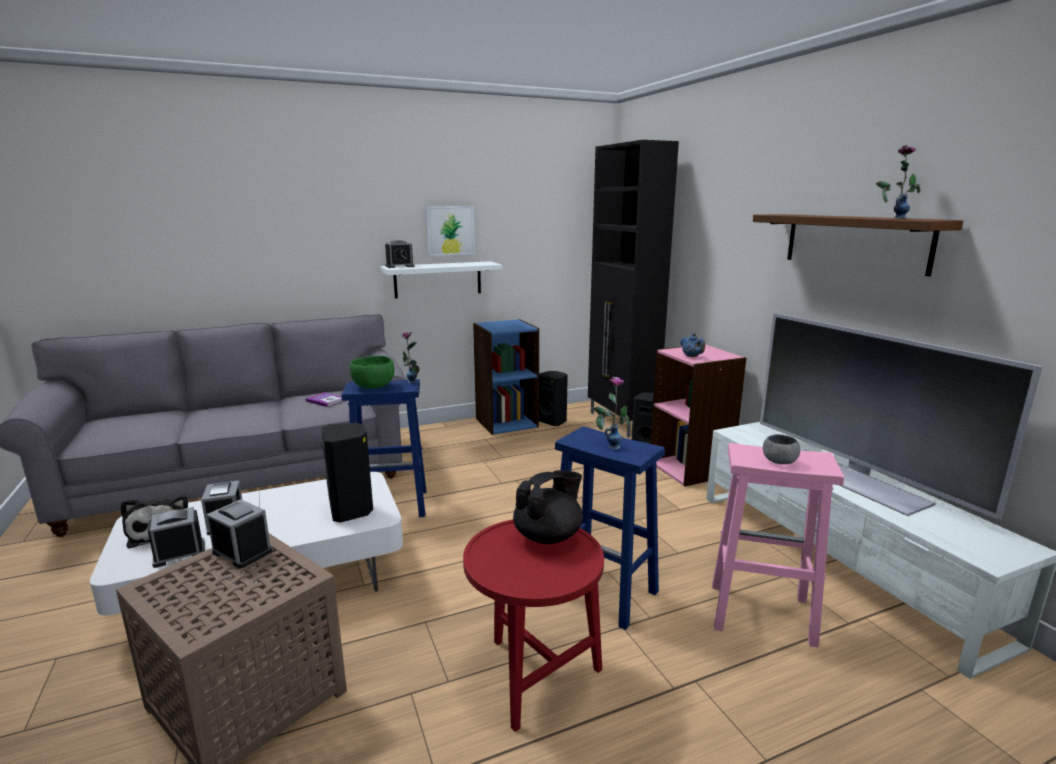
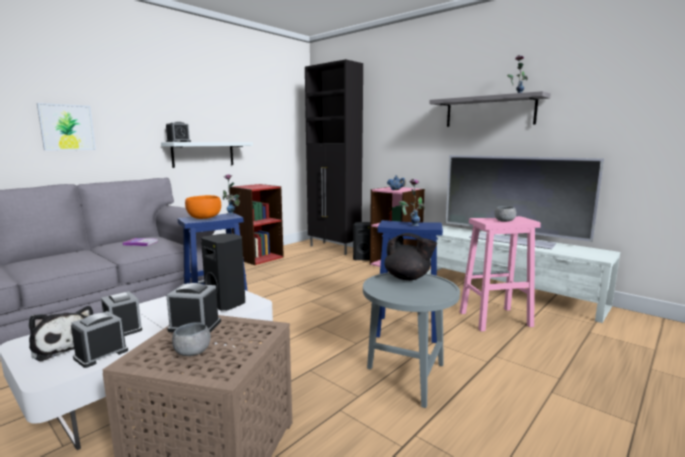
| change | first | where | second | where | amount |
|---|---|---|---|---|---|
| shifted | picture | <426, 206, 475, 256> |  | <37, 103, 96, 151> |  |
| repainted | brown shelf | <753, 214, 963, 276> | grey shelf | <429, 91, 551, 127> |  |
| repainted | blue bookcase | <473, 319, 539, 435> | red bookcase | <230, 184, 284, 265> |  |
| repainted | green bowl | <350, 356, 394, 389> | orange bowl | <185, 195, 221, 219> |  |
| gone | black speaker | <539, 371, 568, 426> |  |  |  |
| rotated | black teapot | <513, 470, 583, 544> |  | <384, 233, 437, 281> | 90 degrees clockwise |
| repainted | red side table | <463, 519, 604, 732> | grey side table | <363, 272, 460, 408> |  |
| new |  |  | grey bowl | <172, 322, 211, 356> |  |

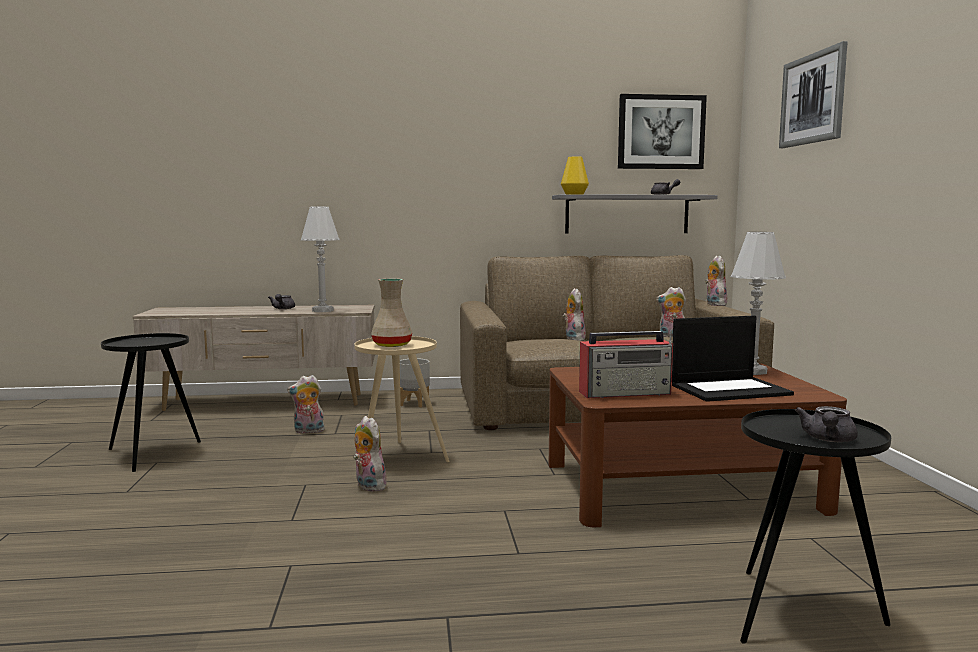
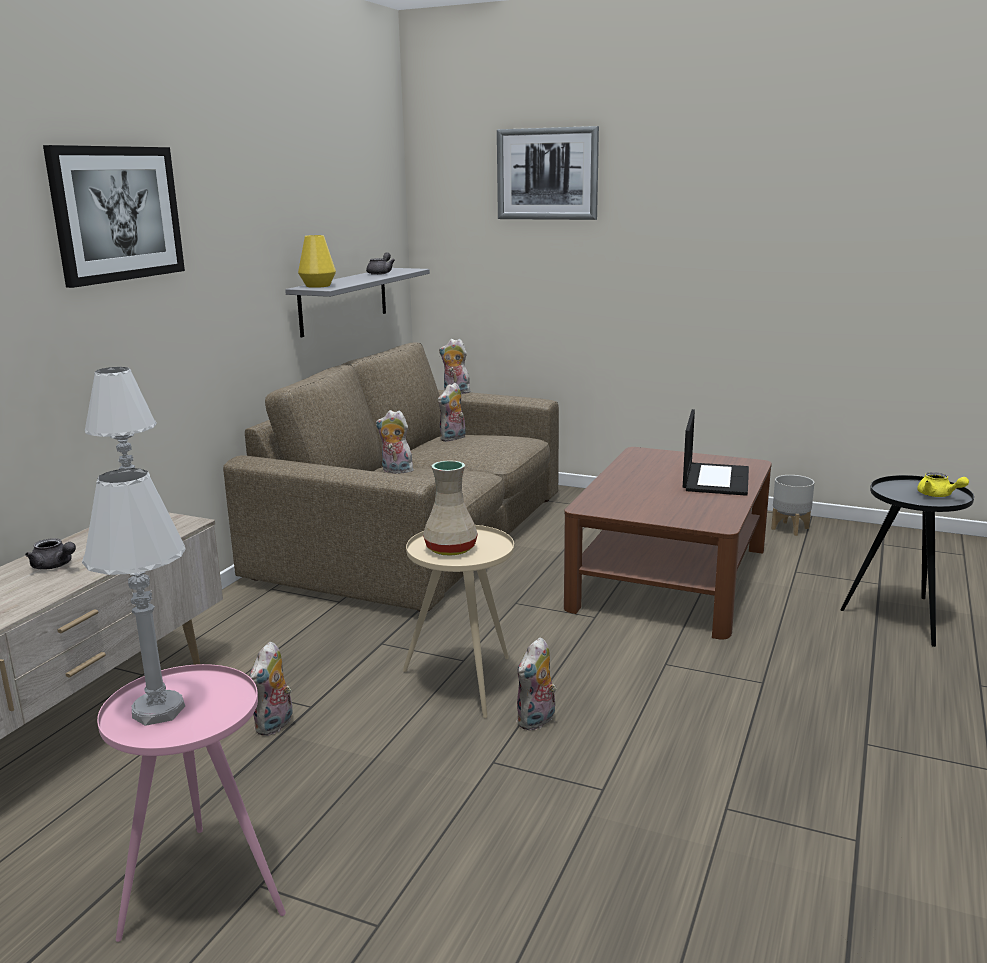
| change | first | where | second | where | amount |
|---|---|---|---|---|---|
| shifted | picture | <618, 94, 707, 169> |  | <43, 145, 185, 288> |  |
| shifted | white table lamp | <731, 232, 786, 375> |  | <82, 468, 186, 726> |  |
| gone | radio | <579, 330, 673, 398> |  |  |  |
| repainted | black side table | <101, 333, 201, 472> | pink side table | <97, 664, 286, 942> |  |
| shifted | grey planter | <400, 358, 430, 408> |  | <771, 475, 814, 536> |  |
| repainted | grey teapot | <795, 406, 858, 442> | yellow teapot | <917, 472, 969, 497> |  |
| rotated | plush toy | <353, 416, 387, 492> |  | <516, 637, 557, 731> | 45 degrees counterclockwise |

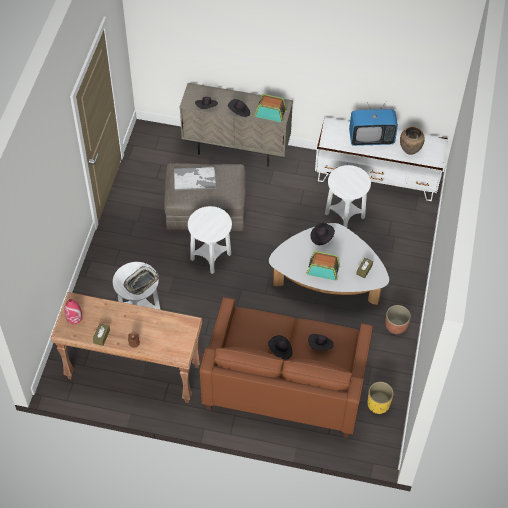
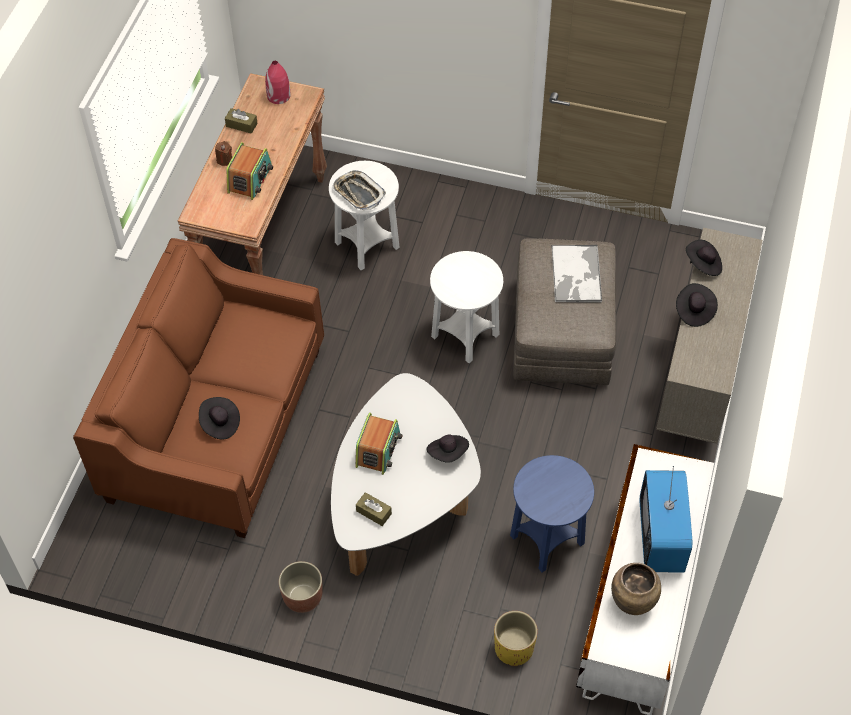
| change | first | where | second | where | amount |
|---|---|---|---|---|---|
| shifted | radio | <255, 94, 287, 122> |  | <226, 142, 273, 200> |  |
| repainted | white side table | <325, 165, 371, 228> | blue side table | <510, 455, 594, 573> |  |
| gone | black hat | <268, 335, 292, 359> |  |  |  |
| shifted | yellow planter | <367, 382, 394, 414> |  | <494, 611, 538, 666> |  |

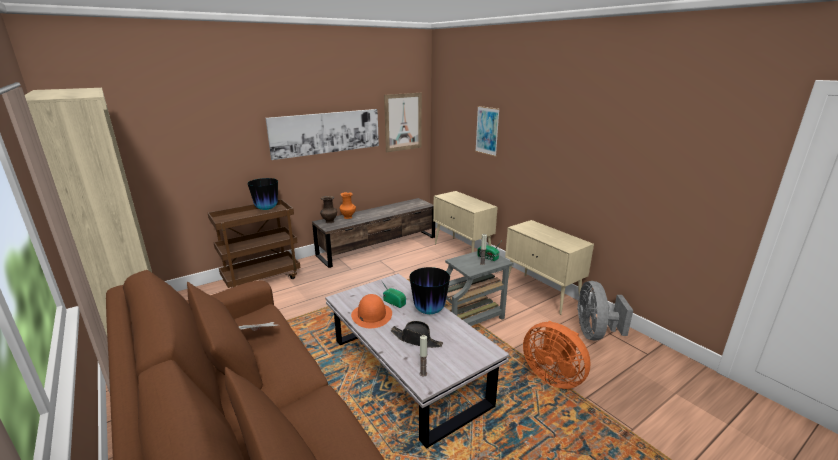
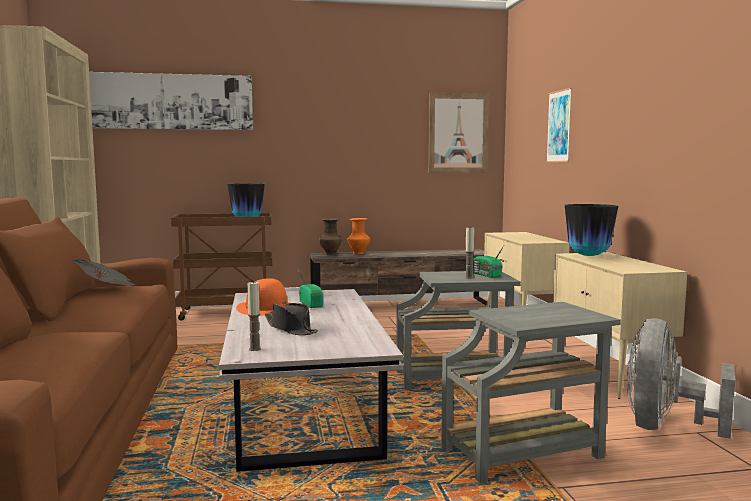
| change | first | where | second | where | amount |
|---|---|---|---|---|---|
| shifted | picture | <266, 109, 379, 160> |  | <89, 72, 253, 130> |  |
| shifted | vase | <410, 267, 450, 314> |  | <565, 204, 618, 256> |  |
| swapped | orange fan | <523, 321, 591, 389> | grey side table | <441, 302, 621, 483> |  |

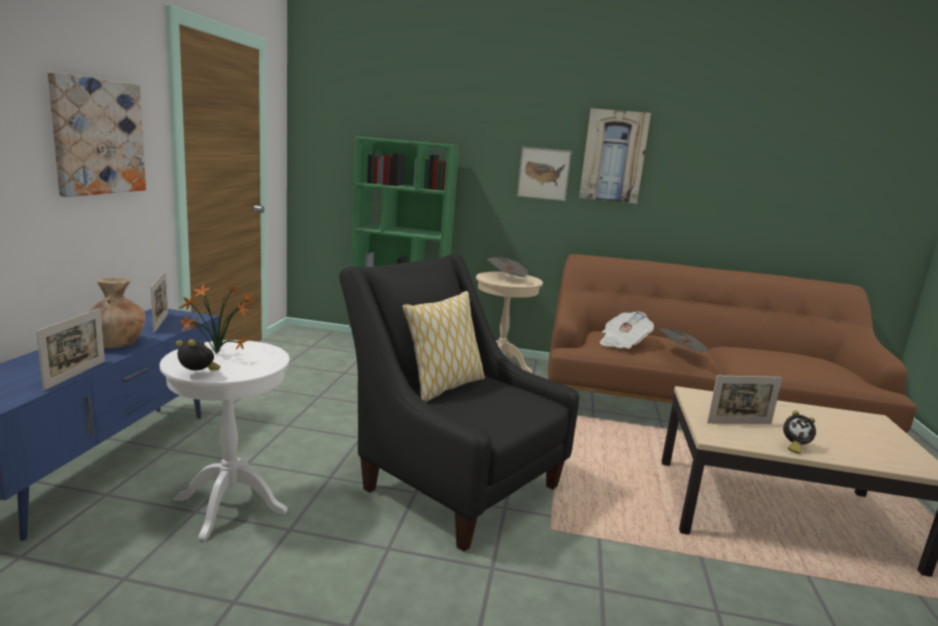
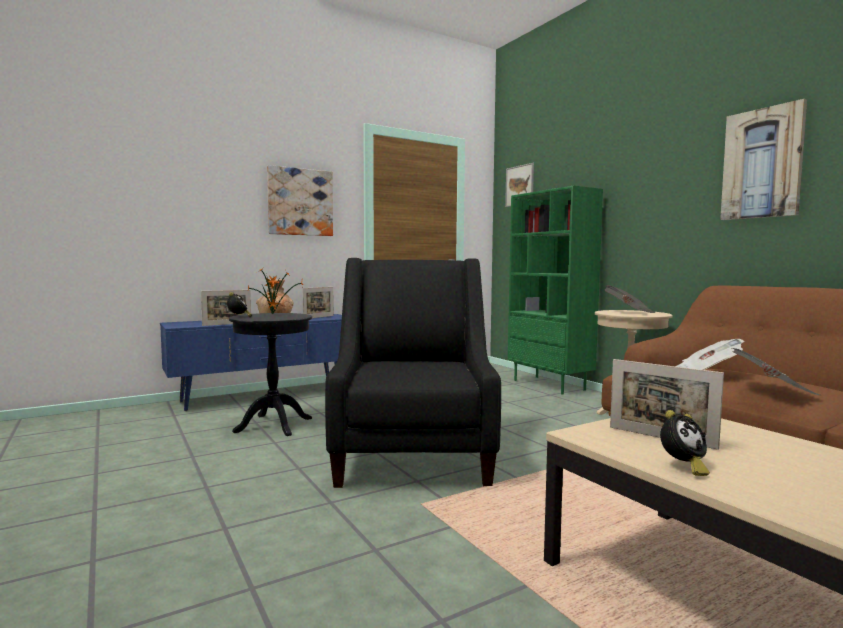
| change | first | where | second | where | amount |
|---|---|---|---|---|---|
| shifted | picture | <517, 147, 572, 201> |  | <505, 163, 534, 207> |  |
| gone | pillow | <402, 291, 485, 402> |  |  |  |
| repainted | white side table | <160, 340, 290, 541> | black side table | <229, 313, 312, 436> |  |
| rotated | alarm clock | <783, 411, 816, 454> |  | <660, 410, 710, 476> | 90 degrees counterclockwise |

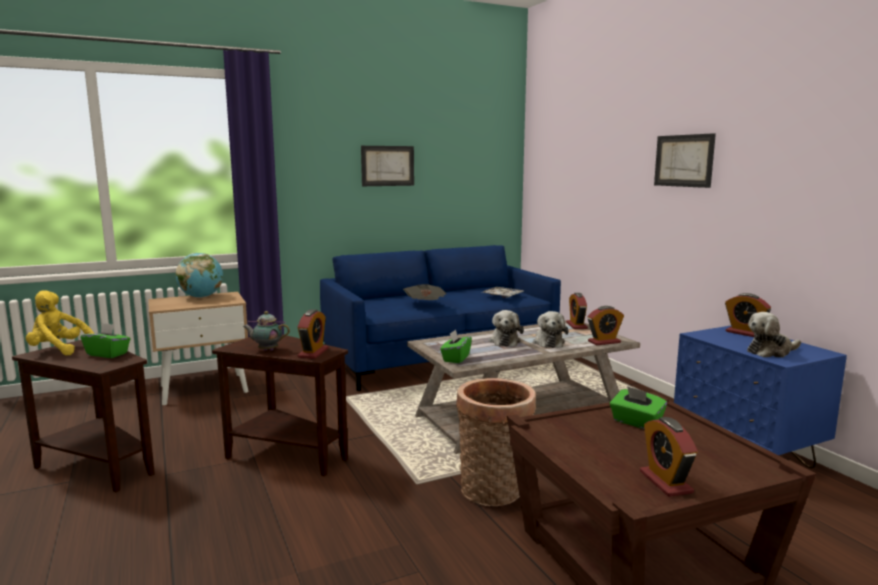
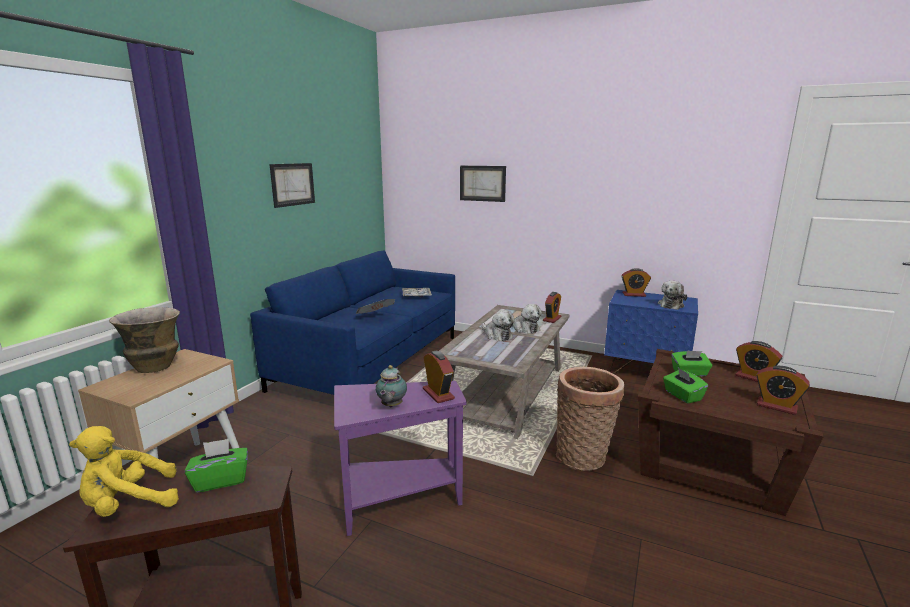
| change | first | where | second | where | amount |
|---|---|---|---|---|---|
| shifted | picture | <654, 133, 716, 188> |  | <460, 166, 506, 202> |  |
| swapped | globe | <176, 253, 223, 298> | vase | <109, 307, 180, 373> |  |
| shifted | alarm clock | <566, 293, 588, 329> |  | <736, 341, 782, 382> |  |
| rotated | teapot | <243, 311, 290, 351> |  | <376, 365, 407, 407> | 45 degrees counterclockwise |
| shifted | green tissue box | <440, 330, 472, 363> |  | <663, 368, 708, 403> |  |
| repainted | brown side table | <212, 334, 348, 476> | purple side table | <334, 381, 467, 536> |  |

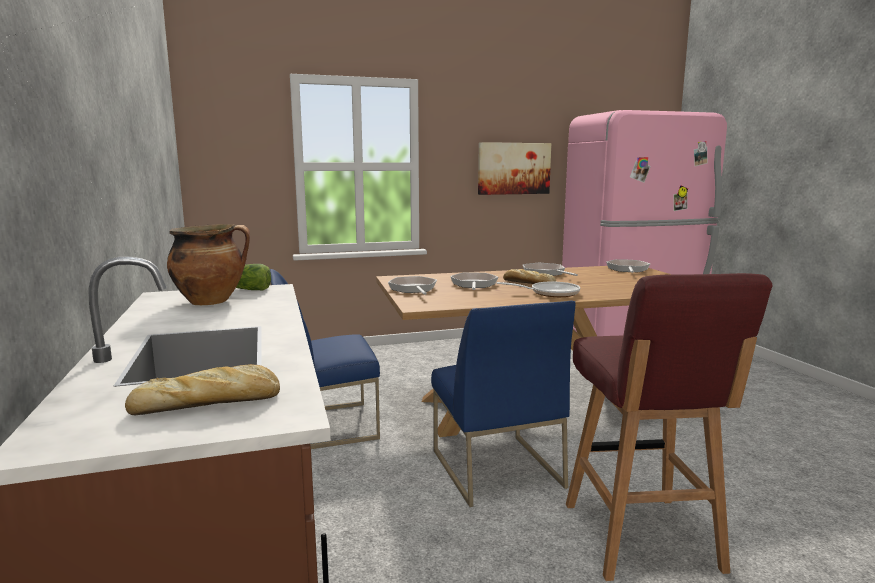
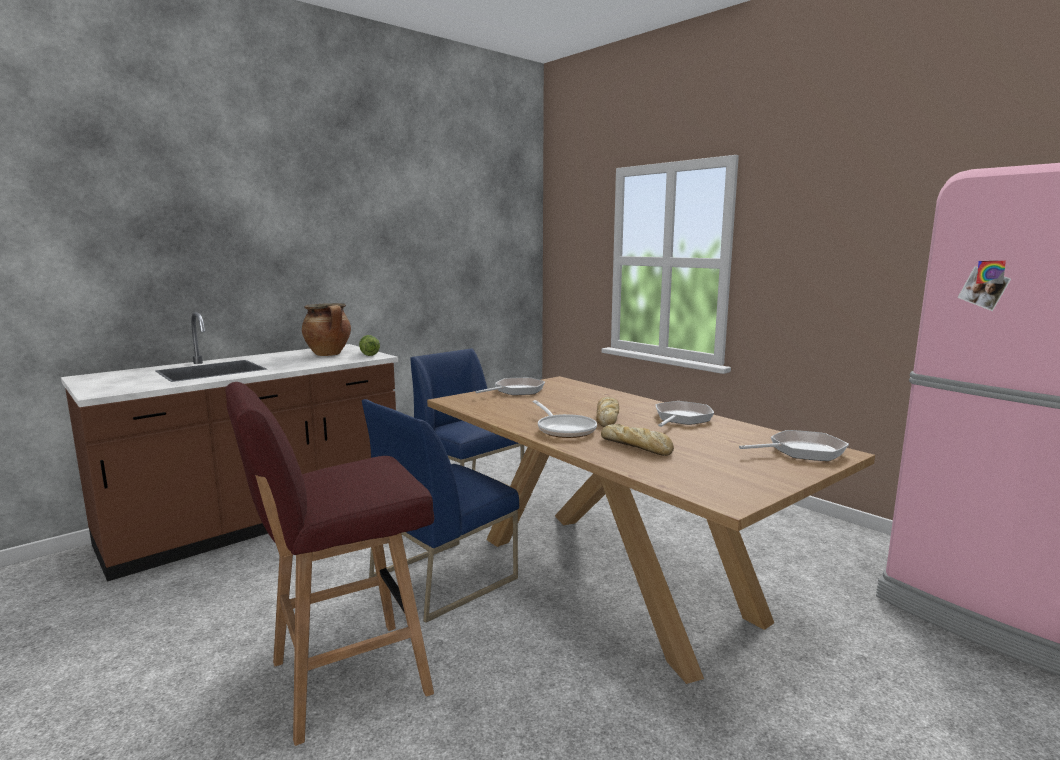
| change | first | where | second | where | amount |
|---|---|---|---|---|---|
| gone | picture | <478, 142, 551, 195> |  |  |  |
| gone | frying pan | <450, 272, 499, 290> |  |  |  |
| shifted | bread | <125, 364, 280, 415> |  | <601, 424, 674, 456> |  |

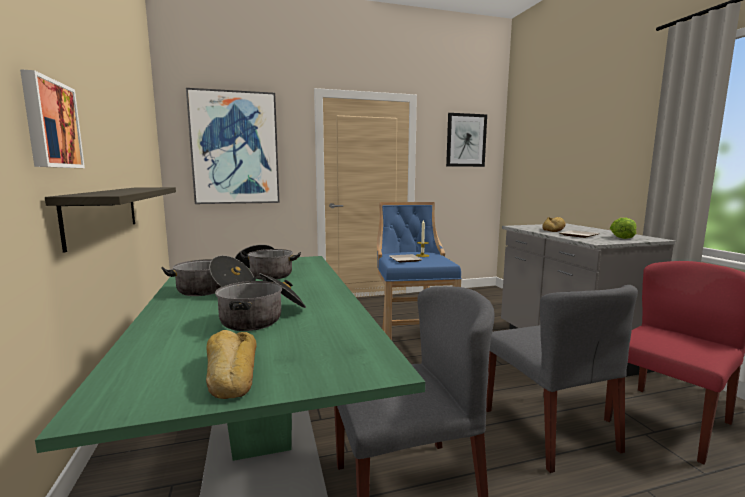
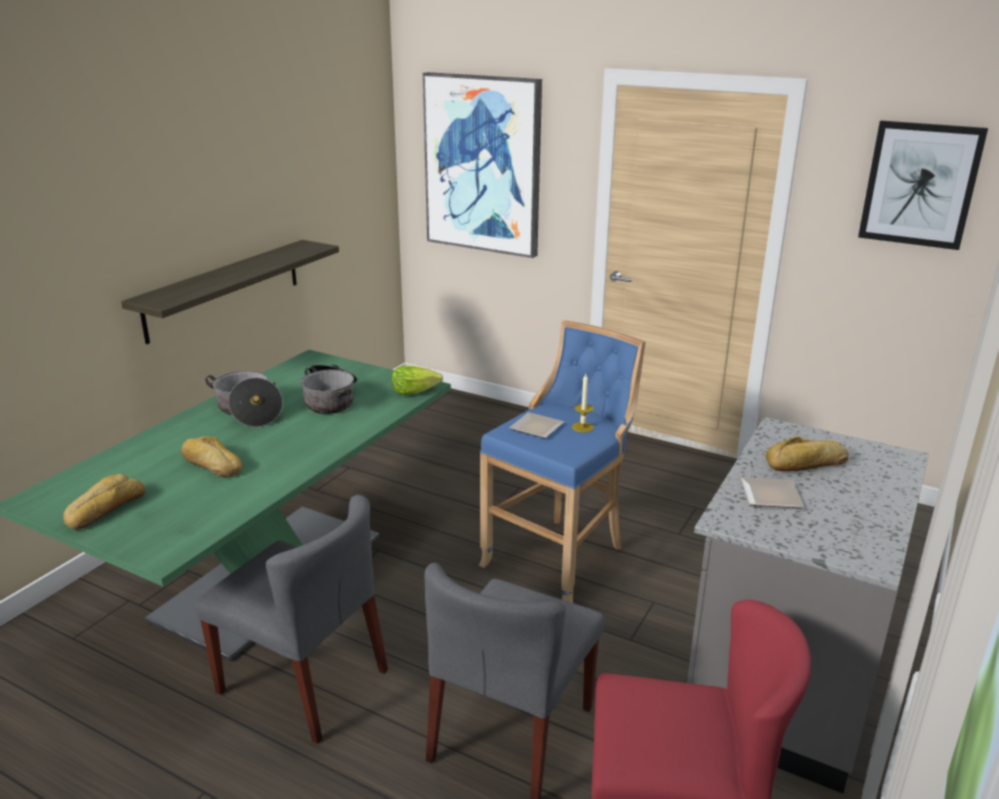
| change | first | where | second | where | amount |
|---|---|---|---|---|---|
| gone | picture | <20, 69, 85, 168> |  |  |  |
| shifted | lettuce | <610, 218, 637, 239> |  | <392, 365, 443, 395> |  |
| swapped | cooking pot | <215, 273, 306, 331> | bread | <181, 436, 242, 477> |  |

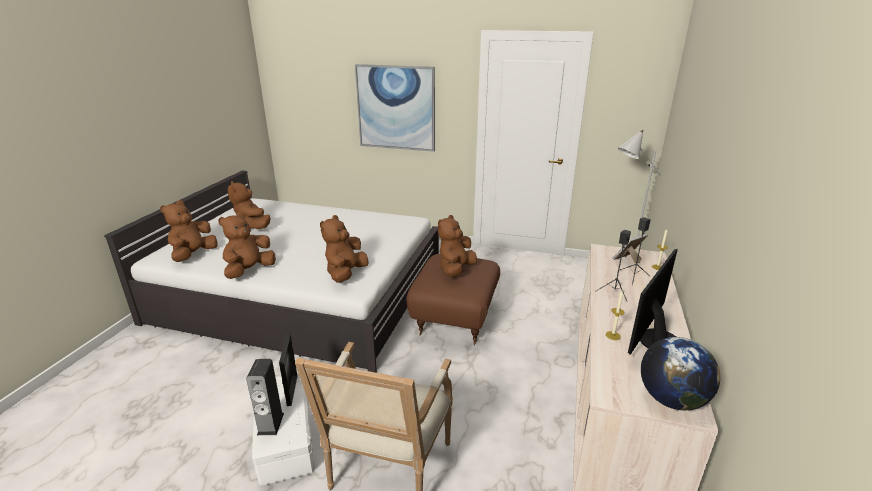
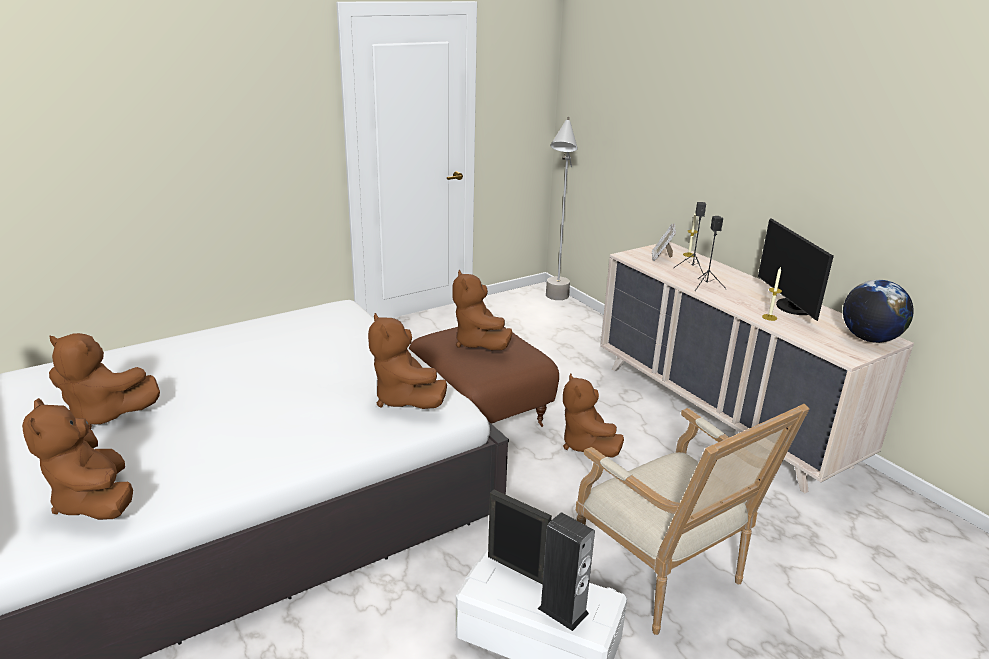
| change | first | where | second | where | amount |
|---|---|---|---|---|---|
| gone | picture | <355, 64, 435, 152> |  |  |  |
| shifted | brown plush toy | <218, 212, 276, 279> |  | <563, 373, 624, 457> |  |

